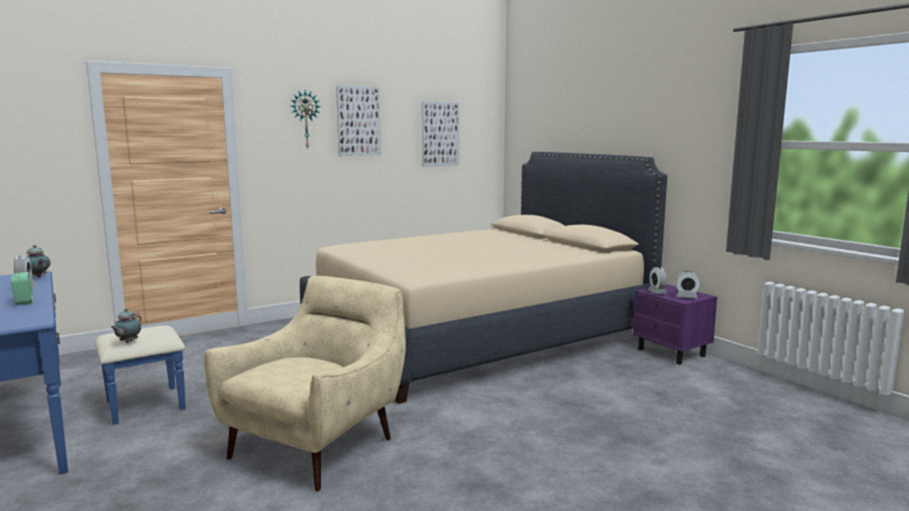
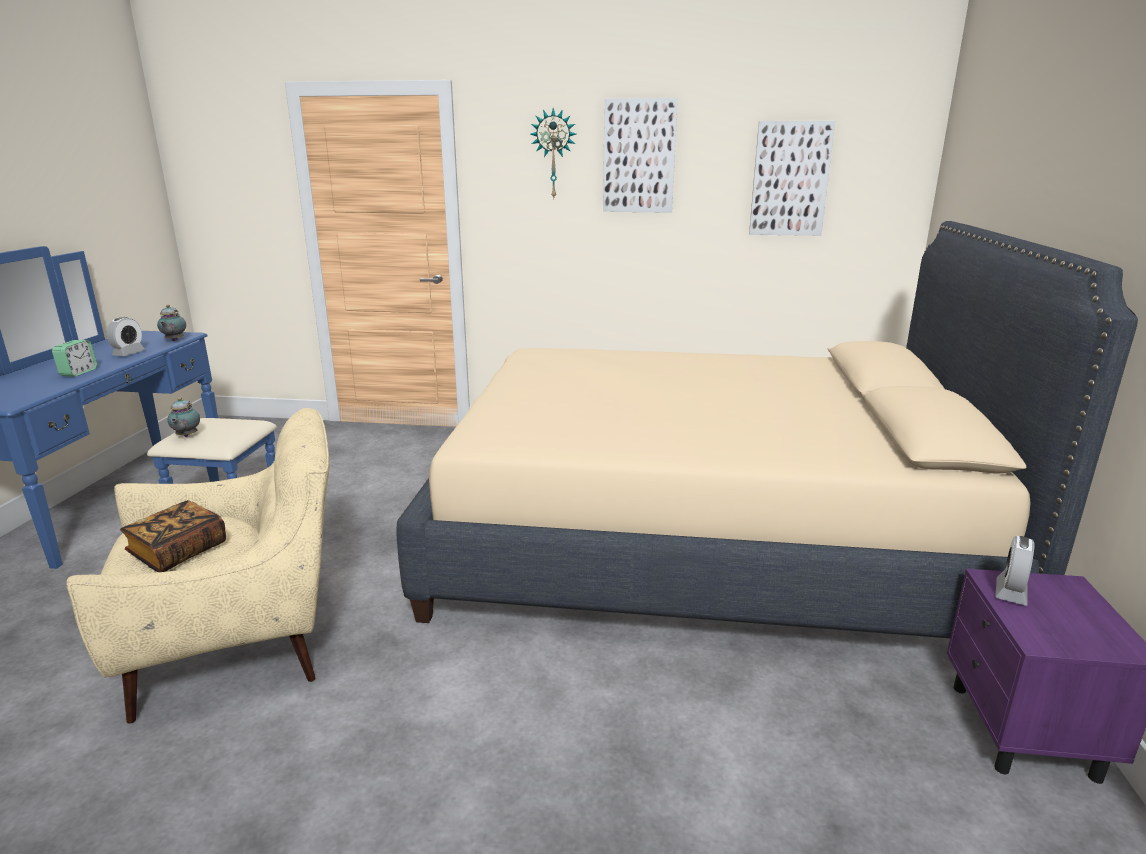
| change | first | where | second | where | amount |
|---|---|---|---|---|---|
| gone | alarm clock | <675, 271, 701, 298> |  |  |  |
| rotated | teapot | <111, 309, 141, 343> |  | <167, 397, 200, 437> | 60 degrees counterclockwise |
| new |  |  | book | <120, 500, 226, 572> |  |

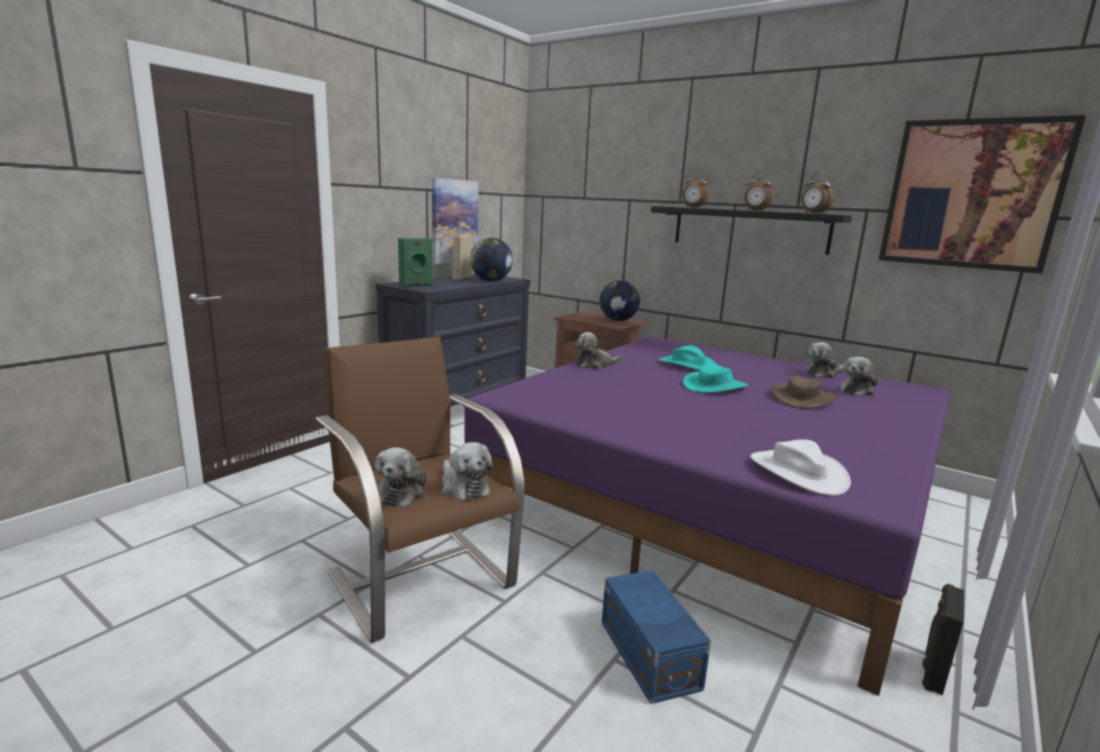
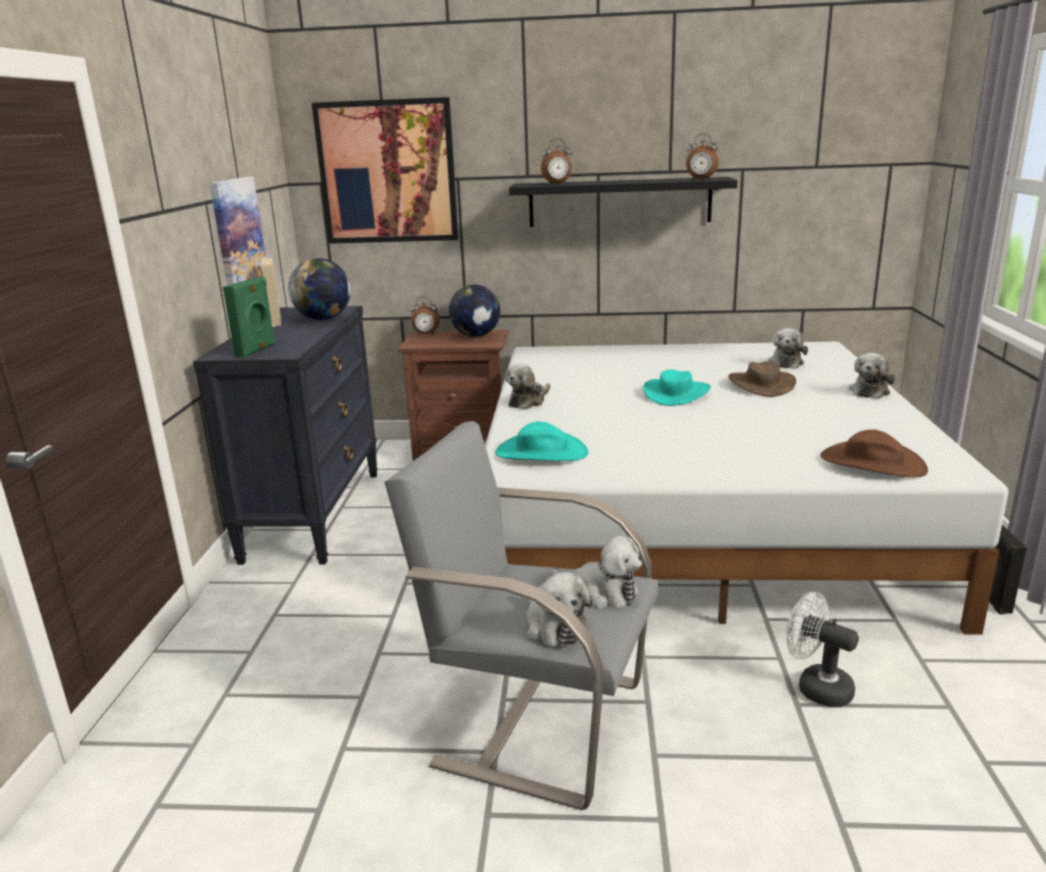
| change | first | where | second | where | amount |
|---|---|---|---|---|---|
| shifted | picture | <879, 115, 1086, 274> |  | <312, 97, 459, 244> |  |
| shifted | alarm clock | <744, 172, 773, 211> |  | <411, 297, 440, 335> |  |
| repainted | purple bed | <464, 336, 950, 696> | white bed | <485, 342, 1008, 635> |  |
| repainted | brown armchair | <316, 337, 525, 643> | grey armchair | <385, 421, 658, 810> |  |
| shifted | plush toy | <806, 342, 844, 378> |  | <849, 353, 895, 399> |  |
| shifted | turquoise hat | <658, 346, 718, 370> |  | <495, 421, 588, 461> |  |
| repainted | white hat | <750, 439, 851, 496> | brown hat | <821, 429, 928, 478> |  |
| swapped | blue storage box | <602, 570, 711, 704> | white fan | <786, 592, 859, 707> |  |

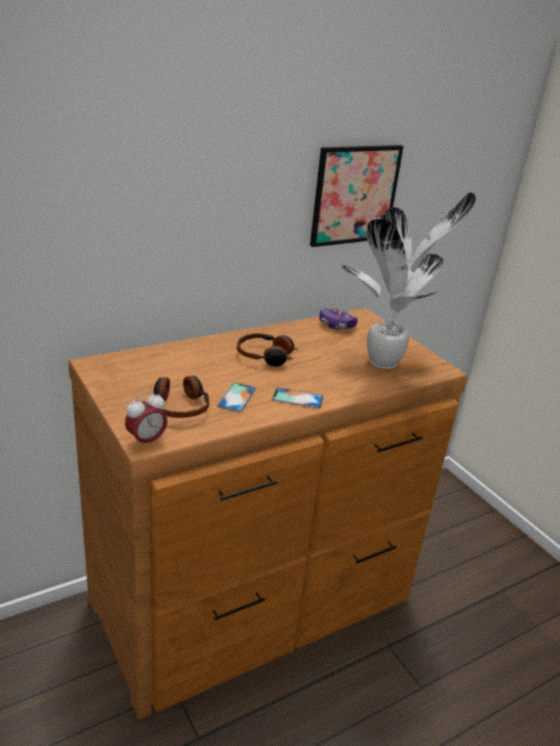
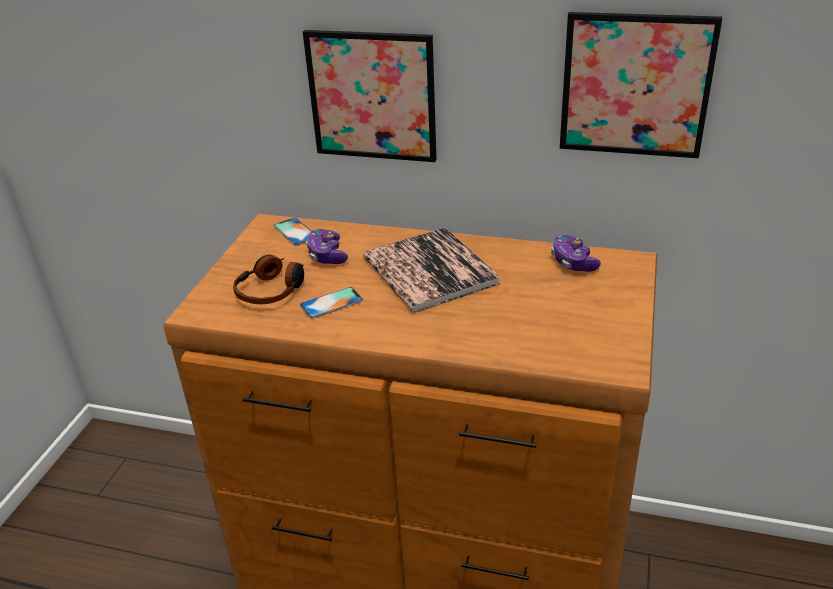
| change | first | where | second | where | amount |
|---|---|---|---|---|---|
| gone | potted plant | <342, 192, 476, 369> |  |  |  |
| swapped | headphones | <237, 333, 298, 367> | book | <363, 228, 500, 313> |  |
| shifted | phone | <272, 388, 323, 408> |  | <274, 218, 312, 245> |  |
| gone | alarm clock | <125, 392, 168, 449> |  |  |  |
| new |  |  | picture | <303, 30, 437, 162> |  |
| new |  |  | game controller | <306, 229, 348, 264> |  |

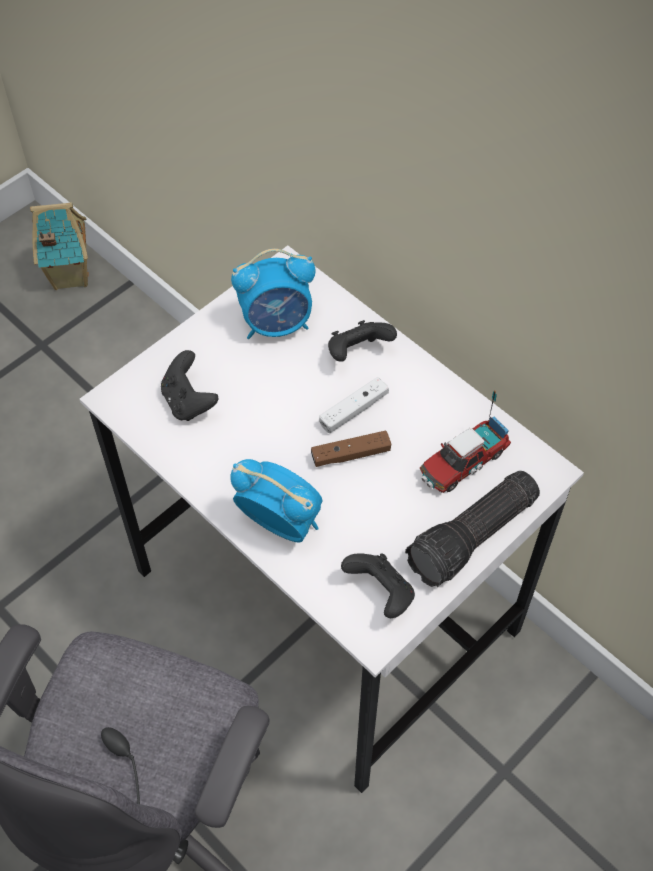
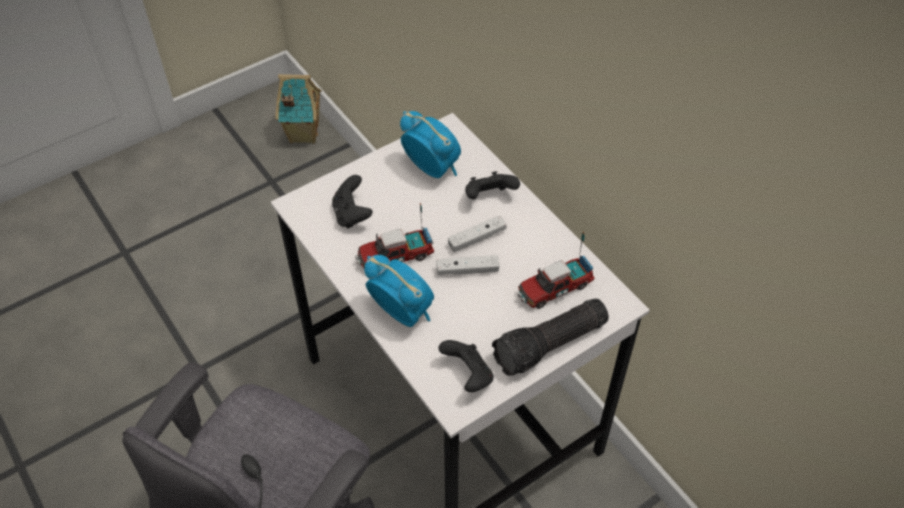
| change | first | where | second | where | amount |
|---|---|---|---|---|---|
| rotated | alarm clock | <231, 249, 316, 339> |  | <400, 111, 461, 178> | 135 degrees counterclockwise |
| repainted | brown game controller | <311, 430, 391, 467> | white game controller | <436, 255, 499, 275> |  |
| new |  |  | toy truck | <355, 203, 434, 268> |  |

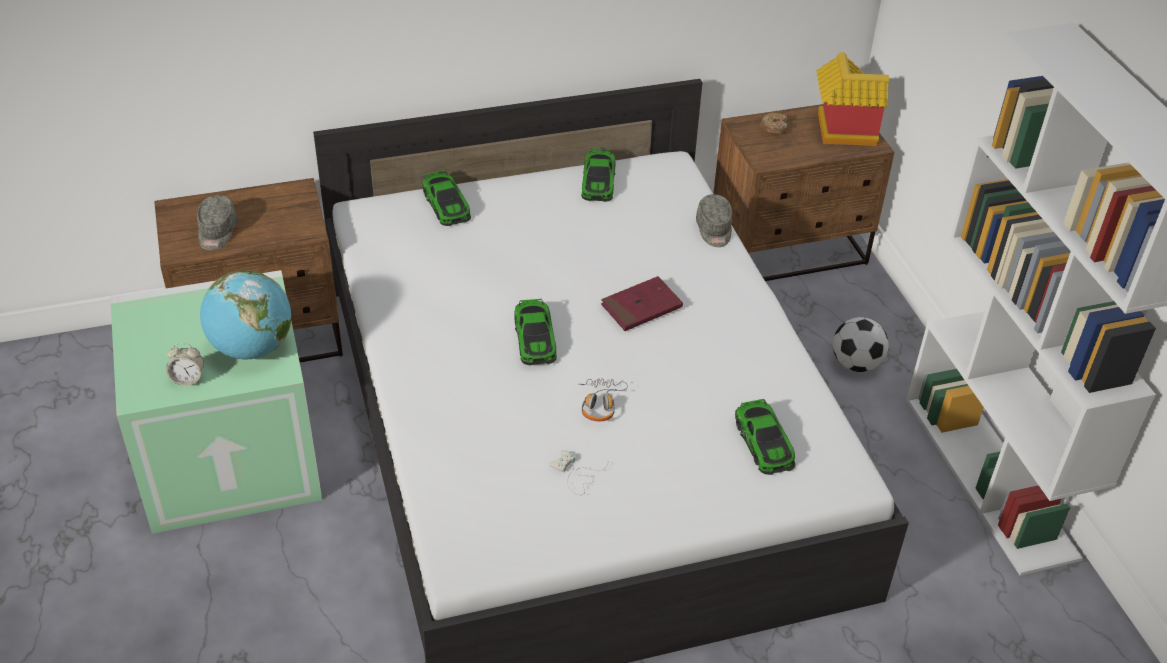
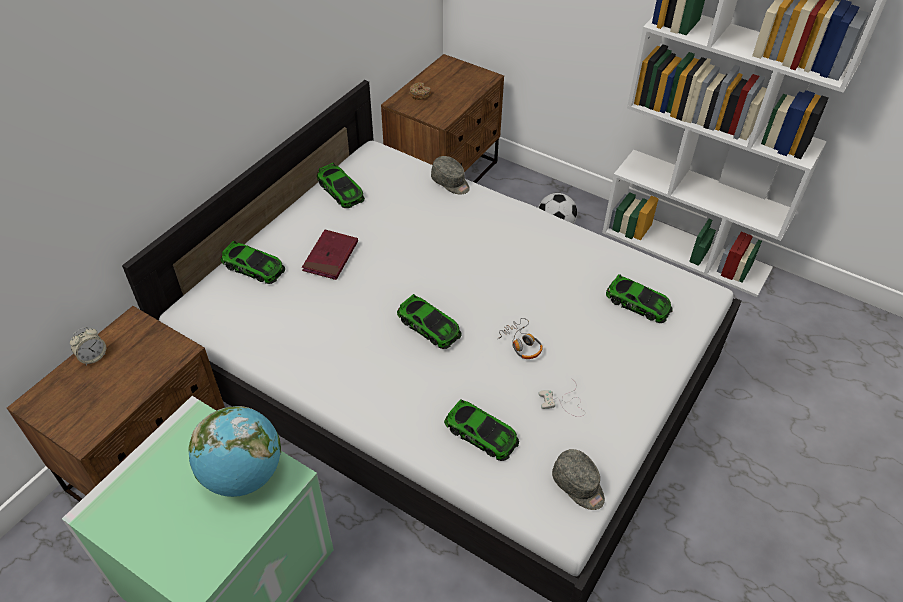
| change | first | where | second | where | amount |
|---|---|---|---|---|---|
| gone | toy house | <816, 52, 889, 146> |  |  |  |
| shifted | grey cap | <197, 195, 237, 250> |  | <552, 449, 605, 510> |  |
| shifted | red book | <601, 276, 683, 331> |  | <302, 230, 358, 280> |  |
| shifted | alarm clock | <166, 343, 204, 386> |  | <70, 327, 106, 365> |  |
| new |  |  | toy car | <444, 399, 519, 461> |  |

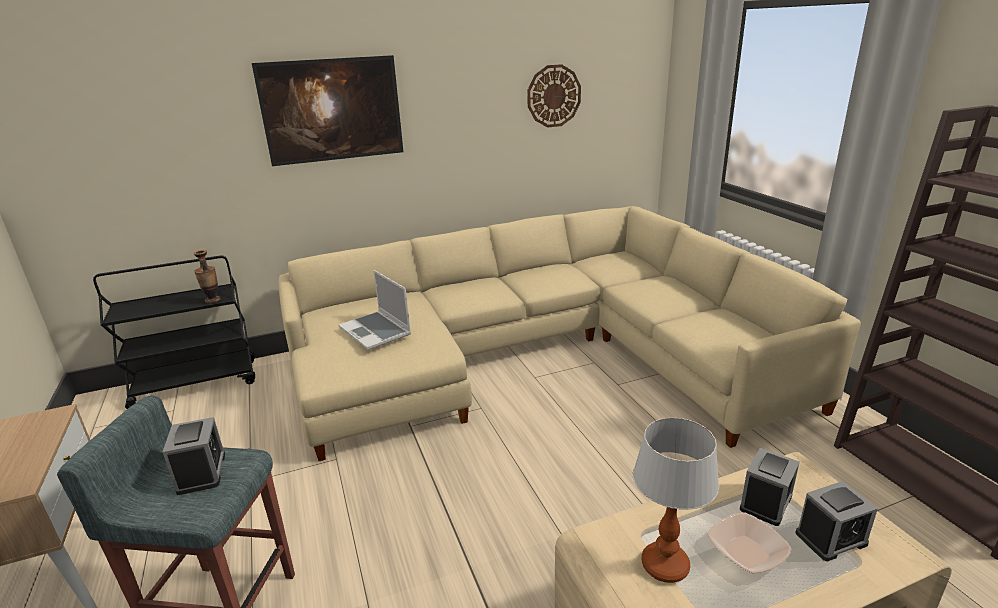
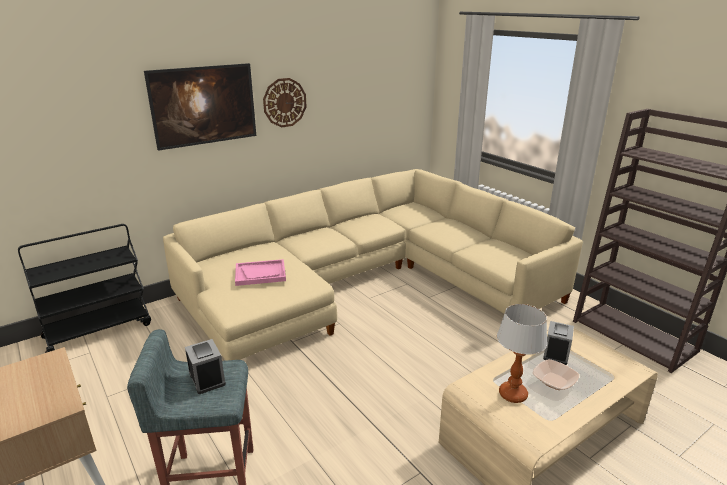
| change | first | where | second | where | amount |
|---|---|---|---|---|---|
| shifted | wall clock | <527, 64, 581, 127> |  | <263, 78, 307, 128> |  |
| gone | vase | <194, 250, 221, 303> |  |  |  |
| swapped | laptop | <339, 270, 411, 350> | pink tray | <235, 259, 286, 286> |  |
| gone | alarm clock | <795, 481, 878, 561> |  |  |  |

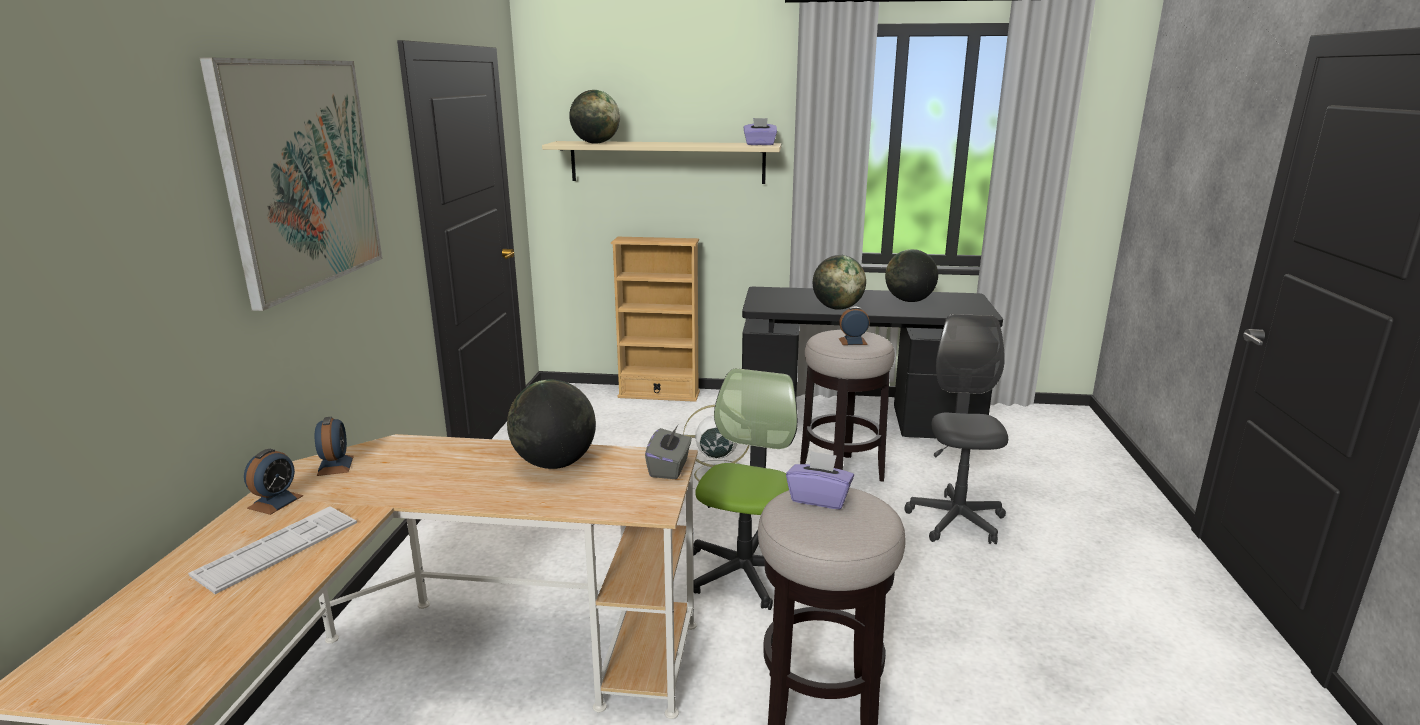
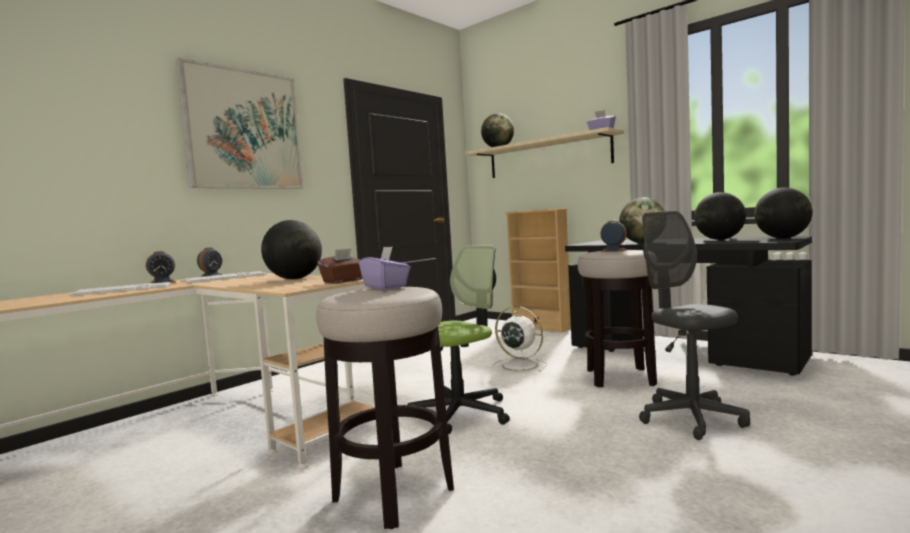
| change | first | where | second | where | amount |
|---|---|---|---|---|---|
| rotated | grey office chair | <905, 314, 1008, 544> |  | <639, 211, 750, 440> | 60 degrees counterclockwise |
| repainted | grey tissue box | <645, 425, 692, 479> | brown tissue box | <318, 248, 362, 283> |  |
| new |  |  | globe | <754, 188, 813, 238> |  |
| new |  |  | keyboard | <185, 271, 266, 283> |  |

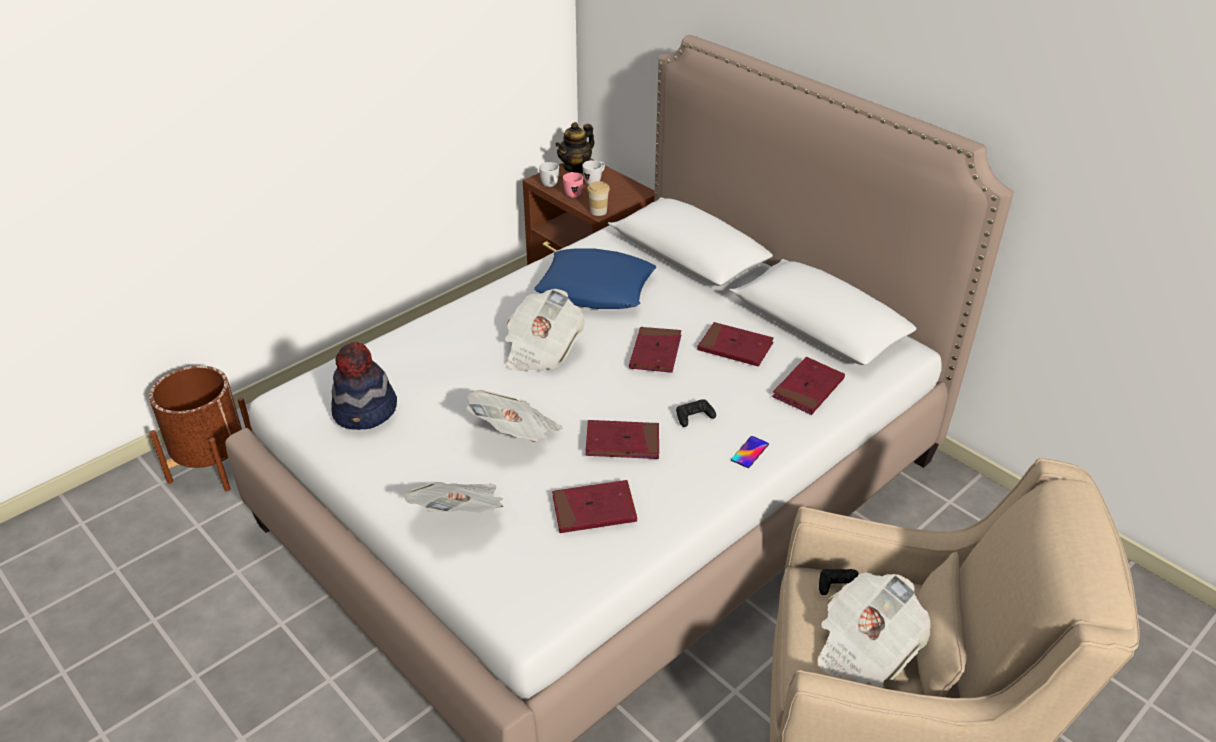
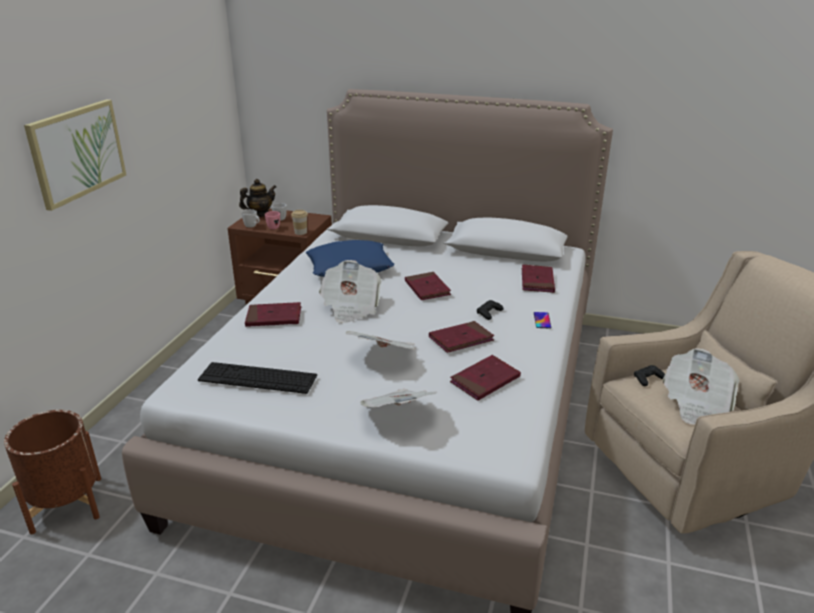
| change | first | where | second | where | amount |
|---|---|---|---|---|---|
| rotated | teapot | <555, 122, 595, 173> |  | <239, 179, 276, 217> | 135 degrees counterclockwise |
| shifted | red book | <698, 322, 774, 366> |  | <245, 302, 301, 327> |  |
| swapped | hat | <331, 342, 397, 430> | keyboard | <198, 362, 317, 394> |  |
| new |  |  | picture | <24, 99, 126, 211> |  |

